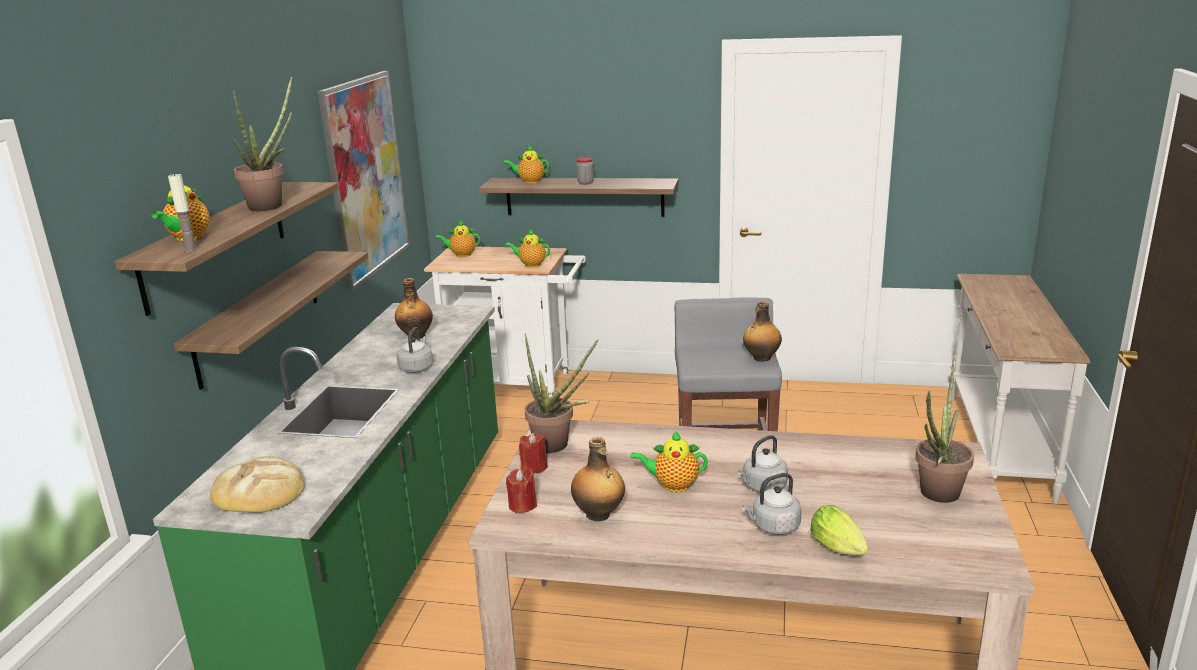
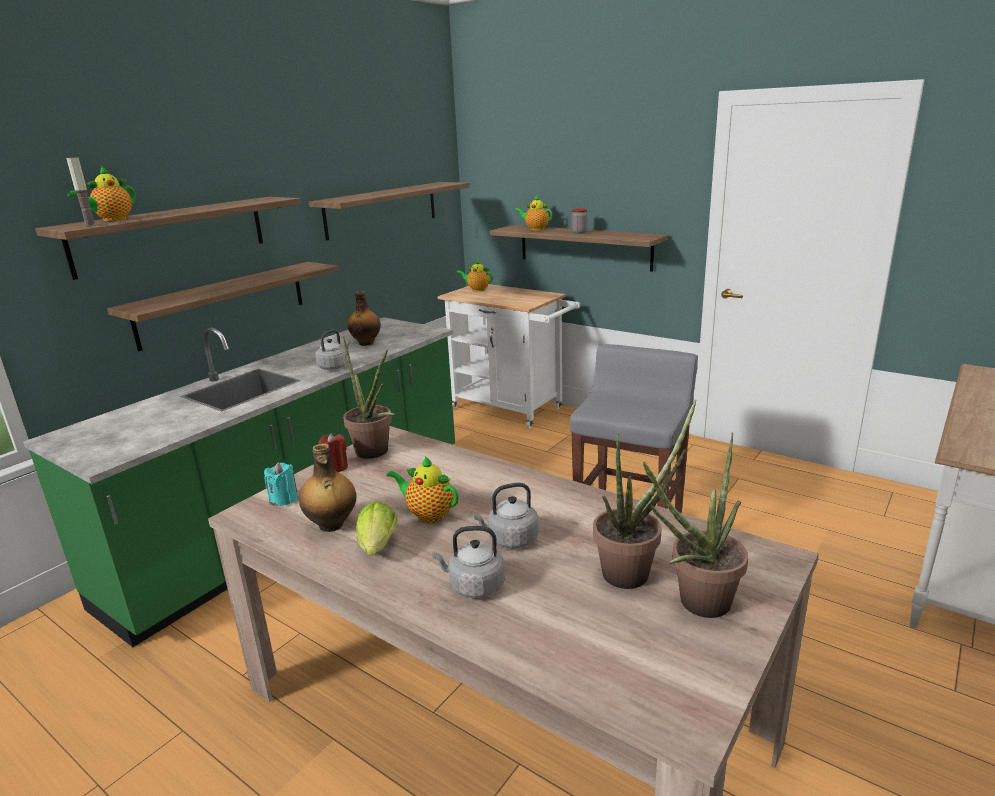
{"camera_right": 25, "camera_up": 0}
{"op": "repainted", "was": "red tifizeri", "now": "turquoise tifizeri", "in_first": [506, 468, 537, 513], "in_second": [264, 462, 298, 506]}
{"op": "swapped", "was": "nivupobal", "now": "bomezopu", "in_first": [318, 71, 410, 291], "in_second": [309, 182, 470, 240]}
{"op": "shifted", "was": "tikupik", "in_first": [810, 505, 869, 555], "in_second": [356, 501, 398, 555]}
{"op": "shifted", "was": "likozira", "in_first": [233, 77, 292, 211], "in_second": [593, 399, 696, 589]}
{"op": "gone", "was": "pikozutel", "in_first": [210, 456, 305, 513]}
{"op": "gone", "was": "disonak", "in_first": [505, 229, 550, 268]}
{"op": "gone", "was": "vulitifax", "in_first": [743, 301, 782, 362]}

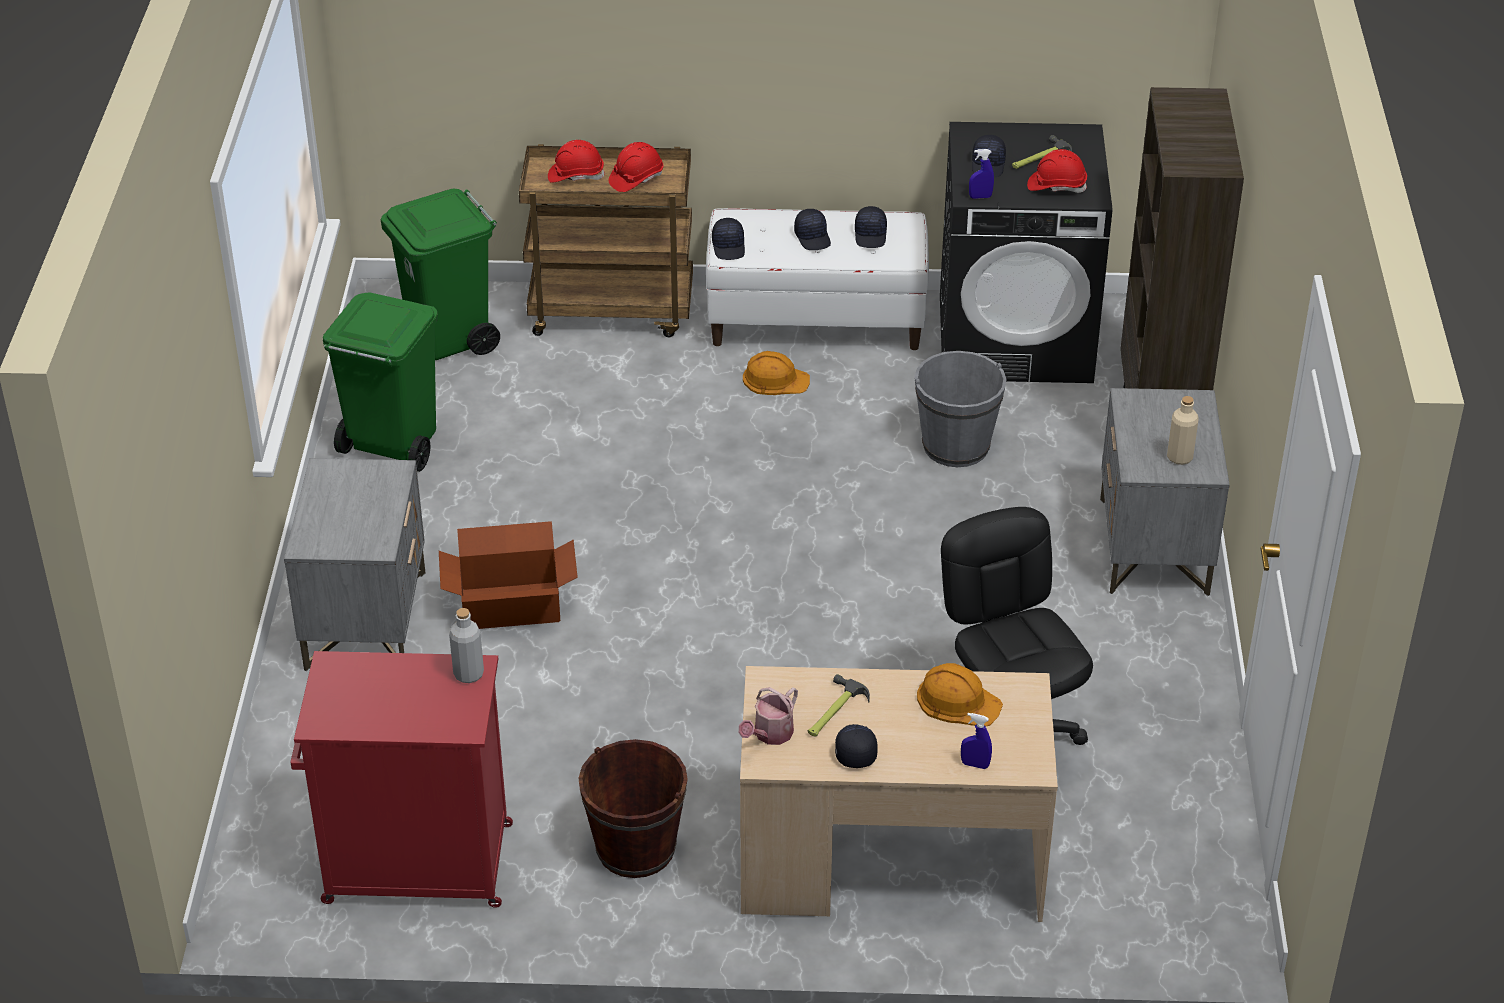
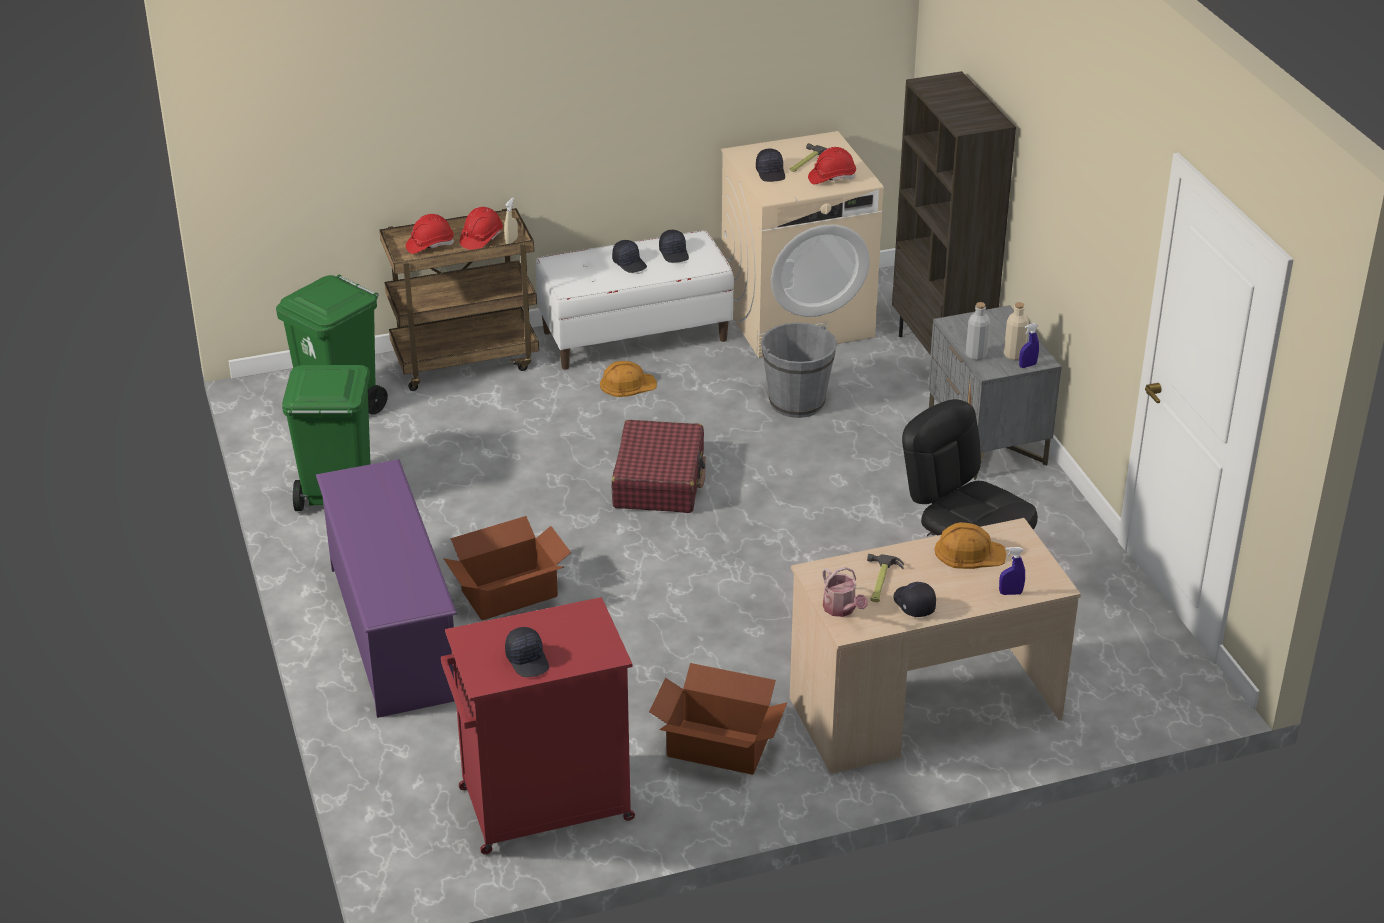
{"camera_right": -20, "camera_up": -5}
{"op": "swapped", "was": "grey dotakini", "now": "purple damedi", "in_first": [284, 458, 426, 671], "in_second": [316, 459, 457, 718]}
{"op": "new", "now": "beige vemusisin", "in_second": [504, 198, 518, 244]}
{"op": "shifted", "was": "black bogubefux", "in_first": [712, 218, 745, 260], "in_second": [505, 627, 549, 677]}
{"op": "new", "now": "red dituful", "in_second": [612, 420, 706, 513]}
{"op": "swapped", "was": "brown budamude", "now": "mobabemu", "in_first": [578, 739, 688, 878], "in_second": [649, 663, 787, 775]}
{"op": "repainted", "was": "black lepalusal", "now": "beige lepalusal", "in_first": [940, 122, 1113, 383], "in_second": [721, 131, 884, 358]}
{"op": "rotated", "was": "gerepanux", "in_first": [739, 687, 798, 745], "in_second": [823, 567, 868, 617], "clockwise": -45}
{"op": "shifted", "was": "grey vulitifax", "in_first": [449, 608, 484, 683], "in_second": [966, 302, 990, 360]}
{"op": "shifted", "was": "blue vemusisin", "in_first": [969, 149, 994, 199], "in_second": [1019, 323, 1039, 368]}

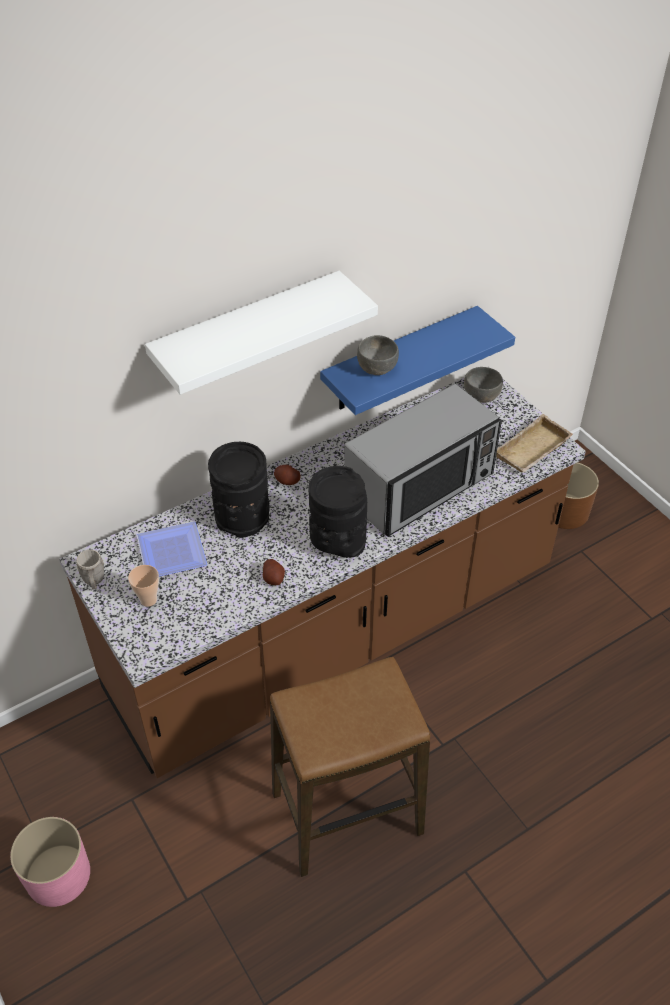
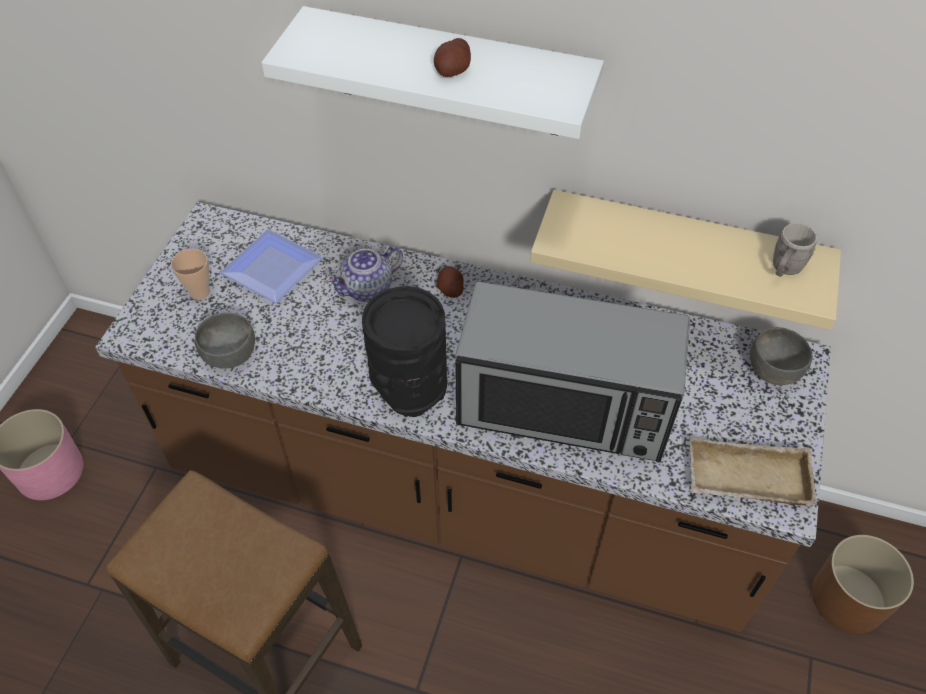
{"camera_right": 50, "camera_up": 5}
{"op": "shifted", "was": "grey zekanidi", "in_first": [357, 335, 399, 375], "in_second": [195, 312, 255, 368]}
{"op": "swapped", "was": "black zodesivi", "now": "disonak", "in_first": [208, 442, 270, 538], "in_second": [326, 246, 403, 301]}
{"op": "shifted", "was": "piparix", "in_first": [263, 559, 285, 585], "in_second": [434, 38, 471, 77]}
{"op": "repainted", "was": "blue bomezopu", "now": "beige bomezopu", "in_first": [320, 306, 515, 415], "in_second": [530, 189, 841, 330]}
{"op": "shifted", "was": "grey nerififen", "in_first": [77, 550, 104, 590], "in_second": [773, 223, 817, 277]}

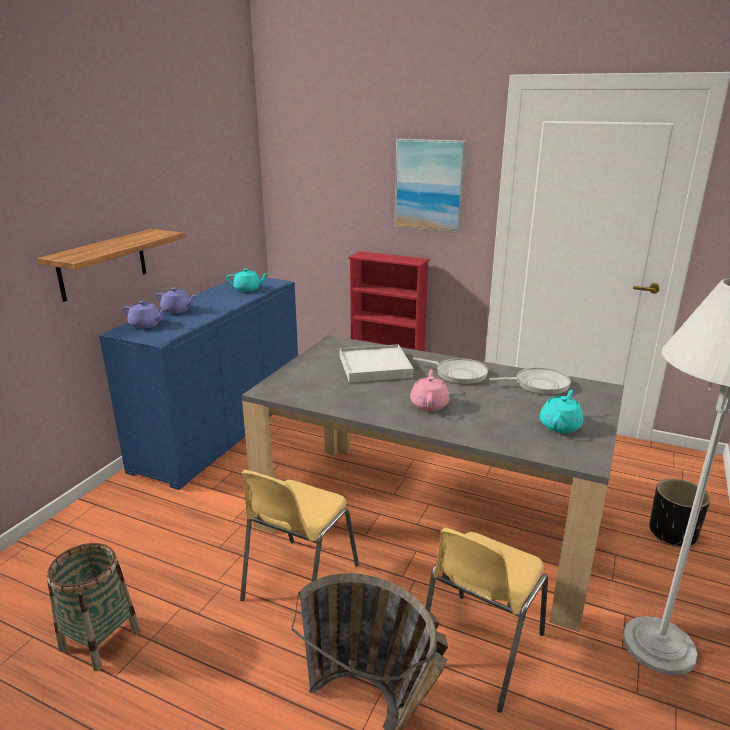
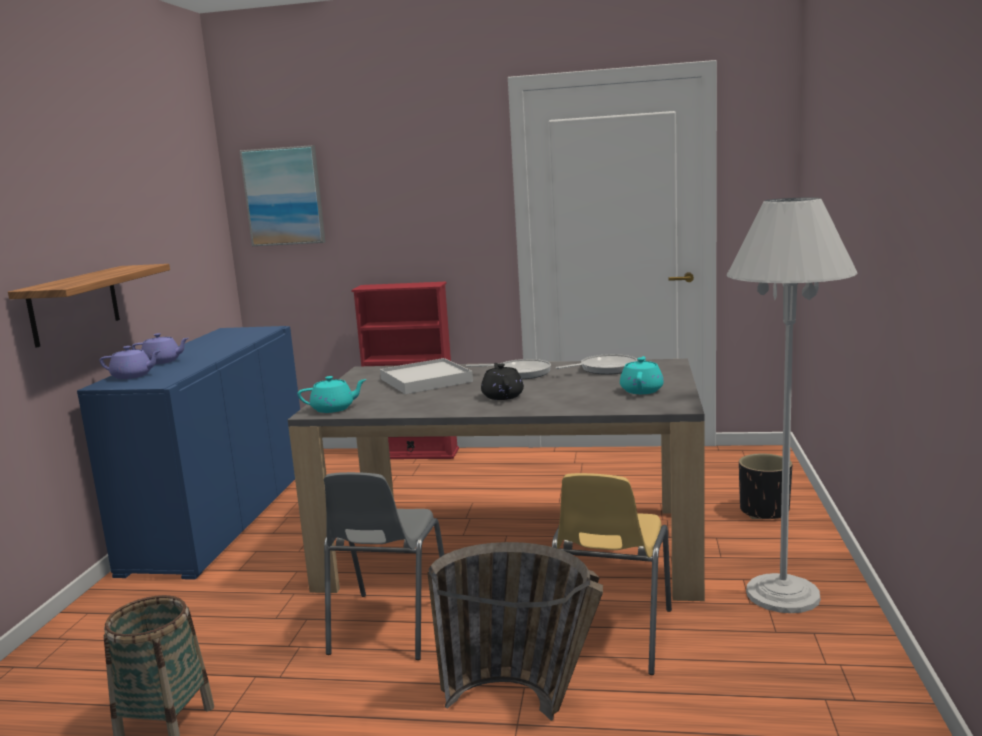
{"camera_right": -15, "camera_up": -10}
{"op": "shifted", "was": "nivupobal", "in_first": [394, 138, 467, 233], "in_second": [239, 145, 325, 246]}
{"op": "shifted", "was": "turquoise disonak", "in_first": [226, 268, 269, 292], "in_second": [298, 376, 367, 413]}
{"op": "repainted", "was": "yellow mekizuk", "now": "grey mekizuk", "in_first": [240, 470, 359, 601], "in_second": [324, 472, 444, 660]}
{"op": "repainted", "was": "pink disonak", "now": "black disonak", "in_first": [410, 369, 450, 411], "in_second": [481, 363, 524, 400]}

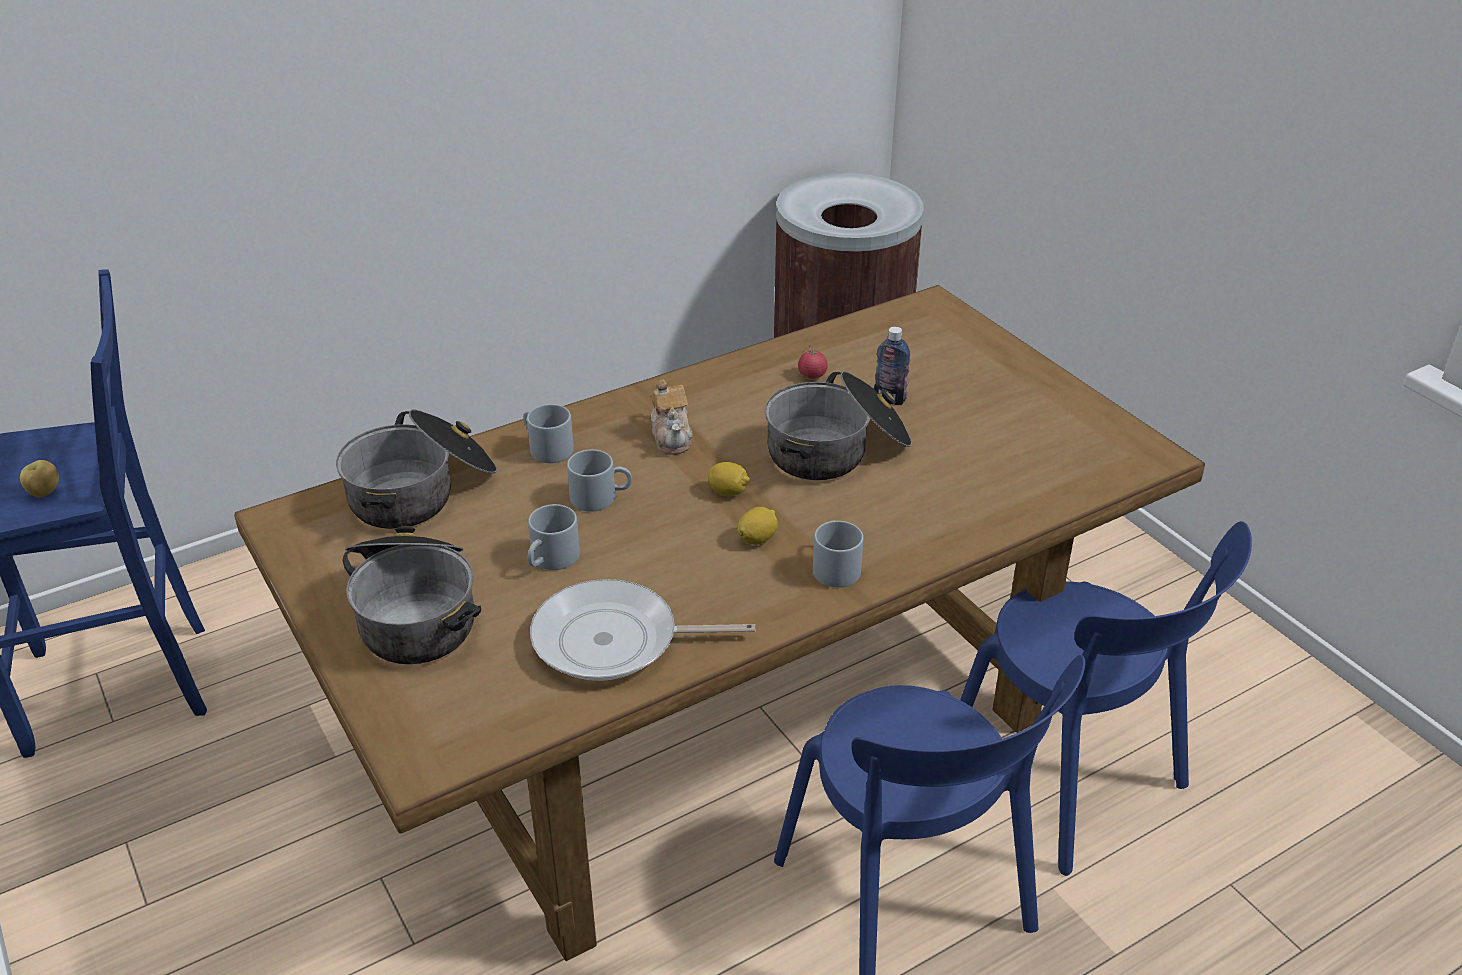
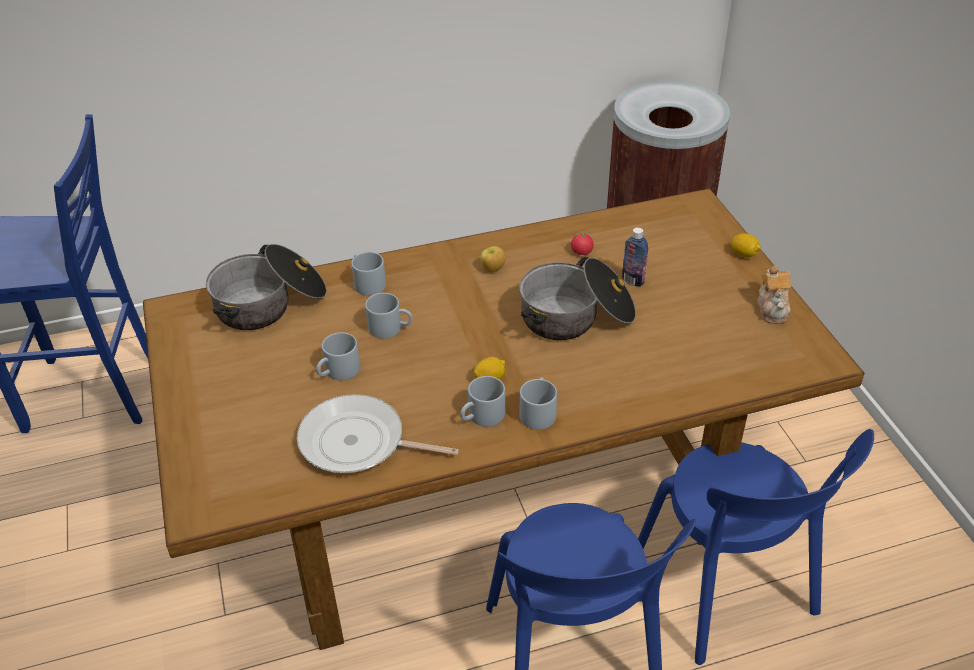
{"camera_right": 15, "camera_up": 5}
{"op": "new", "now": "grey nerififen", "in_second": [460, 376, 505, 427]}
{"op": "shifted", "was": "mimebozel", "in_first": [20, 460, 59, 497], "in_second": [481, 246, 506, 273]}
{"op": "shifted", "was": "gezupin", "in_first": [708, 462, 750, 496], "in_second": [732, 234, 761, 257]}
{"op": "shifted", "was": "disonak", "in_first": [650, 379, 693, 455], "in_second": [757, 266, 791, 324]}
{"op": "gone", "was": "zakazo", "in_first": [343, 526, 481, 664]}

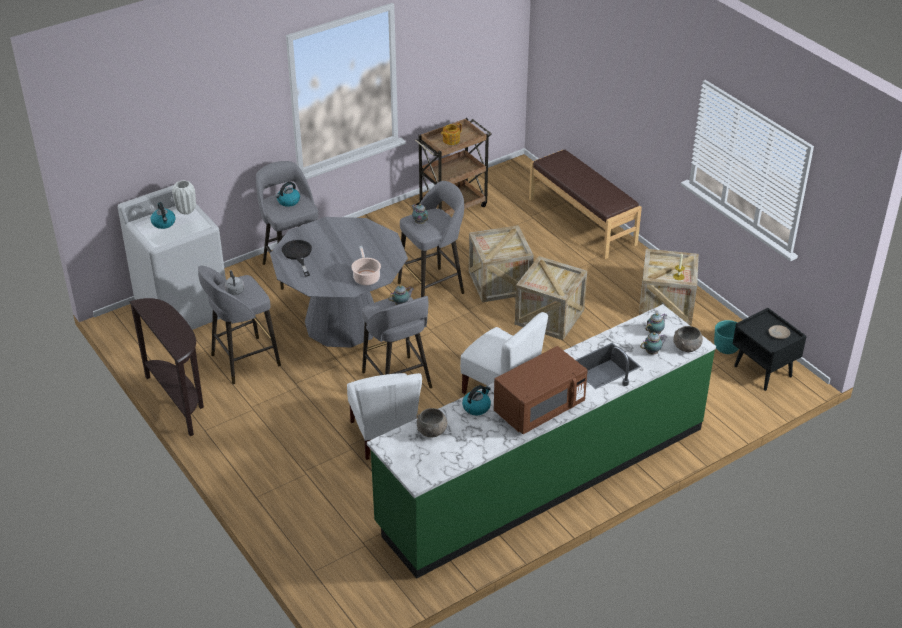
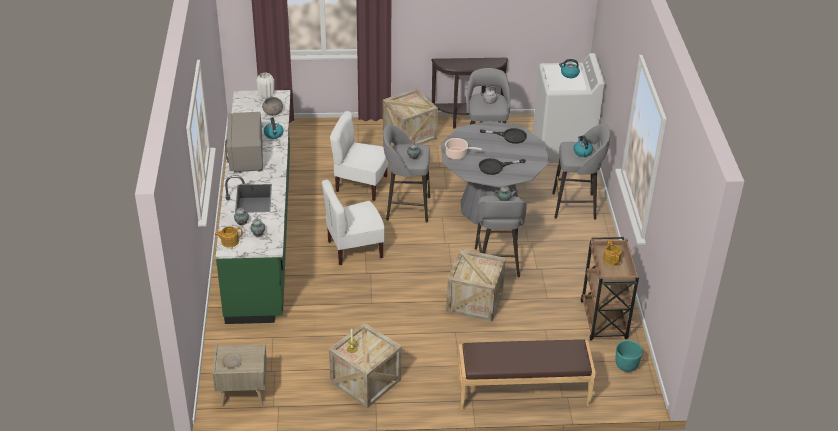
{"camera_right": 120, "camera_up": 0}
{"op": "repainted", "was": "black dotakini", "now": "beige dotakini", "in_first": [733, 308, 807, 391], "in_second": [213, 343, 267, 407]}
{"op": "swapped", "was": "grey zekanidi", "now": "disonak", "in_first": [673, 326, 703, 352], "in_second": [215, 226, 243, 247]}
{"op": "repainted", "was": "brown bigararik", "now": "grey bigararik", "in_first": [494, 346, 588, 434], "in_second": [225, 112, 263, 173]}
{"op": "shifted", "was": "white zodesivi", "in_first": [172, 180, 196, 215], "in_second": [256, 73, 274, 99]}
{"op": "shifted", "was": "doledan", "in_first": [515, 256, 587, 340], "in_second": [383, 89, 438, 145]}
{"op": "new", "now": "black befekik", "in_second": [479, 158, 526, 175]}
{"op": "shifted", "was": "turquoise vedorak", "in_first": [714, 320, 738, 354], "in_second": [615, 340, 643, 372]}

